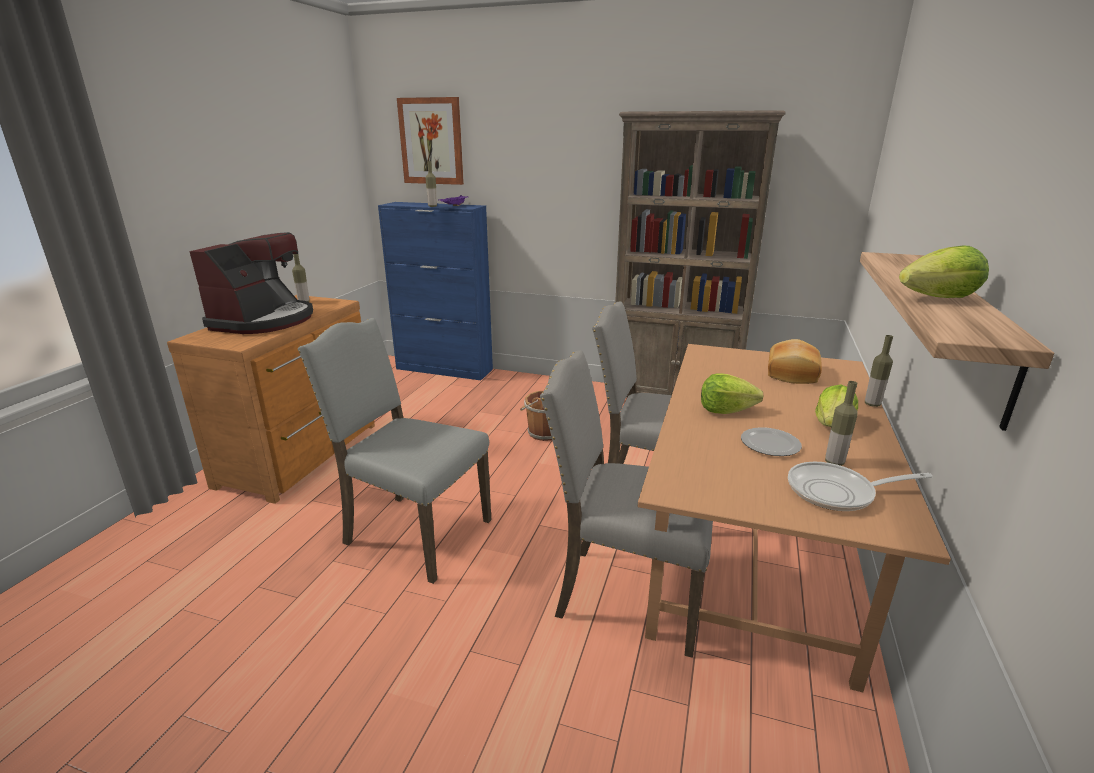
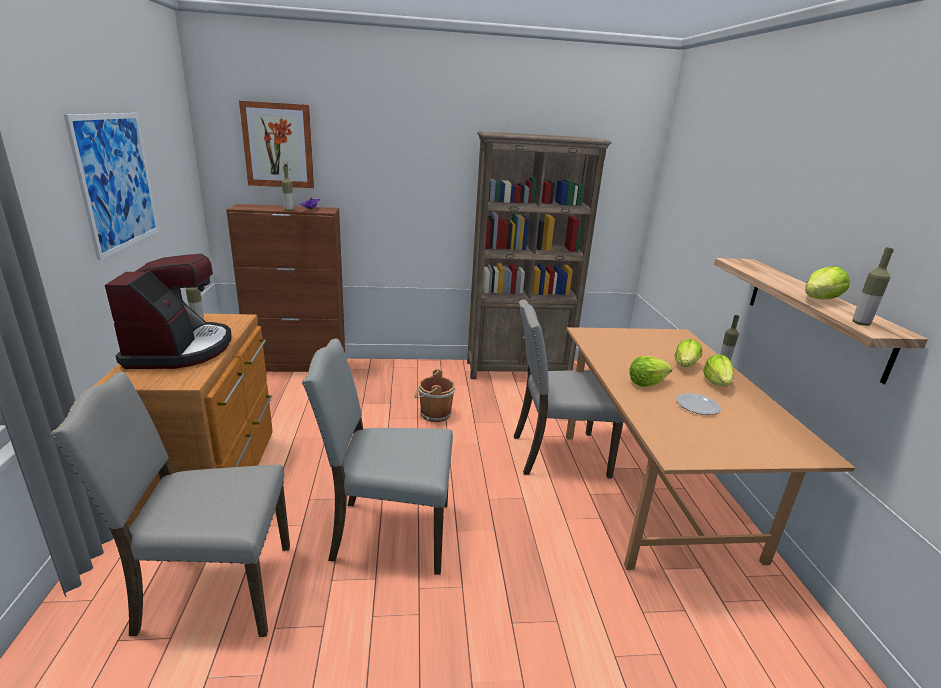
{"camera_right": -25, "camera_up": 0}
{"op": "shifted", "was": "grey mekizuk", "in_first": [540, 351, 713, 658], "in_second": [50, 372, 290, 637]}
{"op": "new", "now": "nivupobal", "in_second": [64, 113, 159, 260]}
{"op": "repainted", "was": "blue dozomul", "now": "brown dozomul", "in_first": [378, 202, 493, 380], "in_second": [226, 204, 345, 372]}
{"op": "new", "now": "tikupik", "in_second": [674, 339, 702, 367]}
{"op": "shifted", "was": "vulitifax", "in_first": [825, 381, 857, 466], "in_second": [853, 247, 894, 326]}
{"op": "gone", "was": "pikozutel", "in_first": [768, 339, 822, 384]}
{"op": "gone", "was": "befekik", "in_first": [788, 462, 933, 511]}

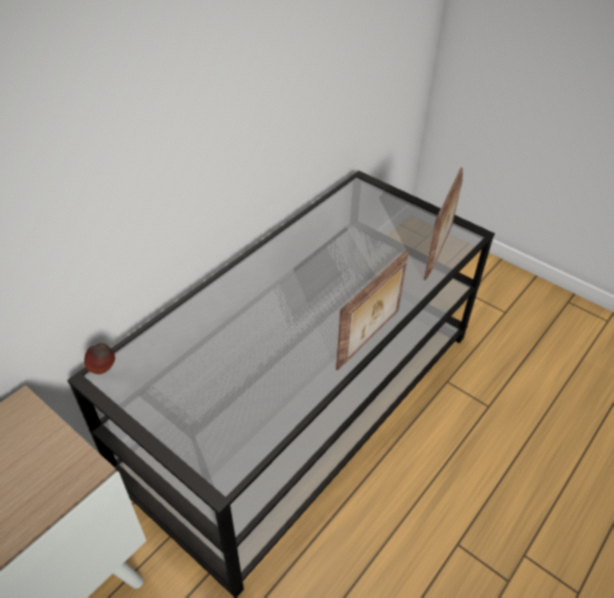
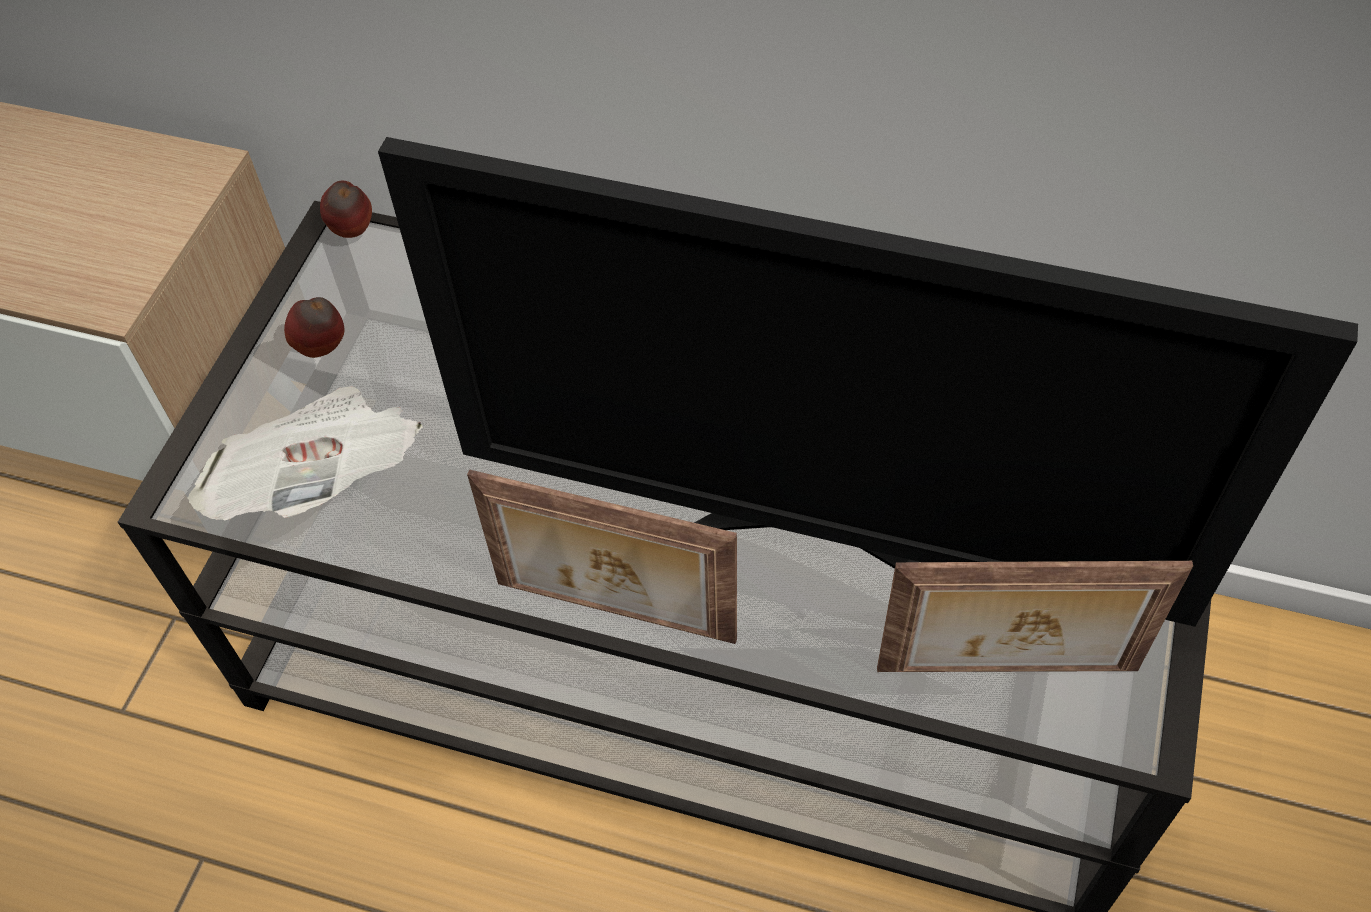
{"camera_right": 70, "camera_up": 10}
{"op": "new", "now": "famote", "in_second": [187, 386, 423, 520]}
{"op": "new", "now": "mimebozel", "in_second": [284, 297, 344, 358]}
{"op": "new", "now": "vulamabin", "in_second": [378, 137, 1358, 627]}

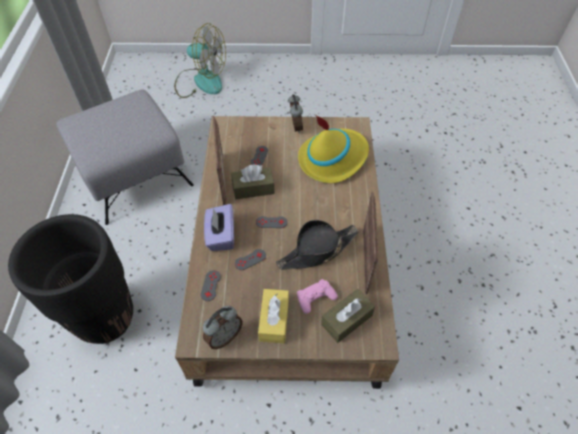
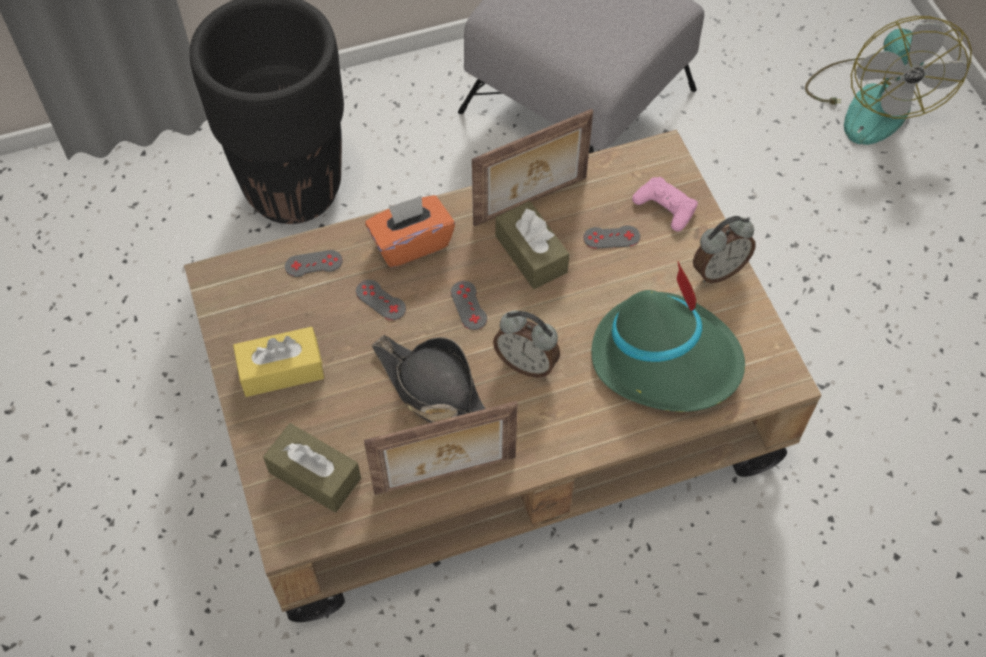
{"camera_right": 70, "camera_up": 5}
{"op": "repainted", "was": "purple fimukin", "now": "orange fimukin", "in_first": [204, 204, 234, 251], "in_second": [365, 195, 455, 268]}
{"op": "shifted", "was": "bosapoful", "in_first": [203, 306, 243, 349], "in_second": [493, 311, 560, 378]}
{"op": "repainted", "was": "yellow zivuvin", "now": "green zivuvin", "in_first": [298, 115, 369, 183], "in_second": [591, 261, 745, 412]}
{"op": "shifted", "was": "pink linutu", "in_first": [297, 279, 338, 314], "in_second": [632, 177, 698, 232]}

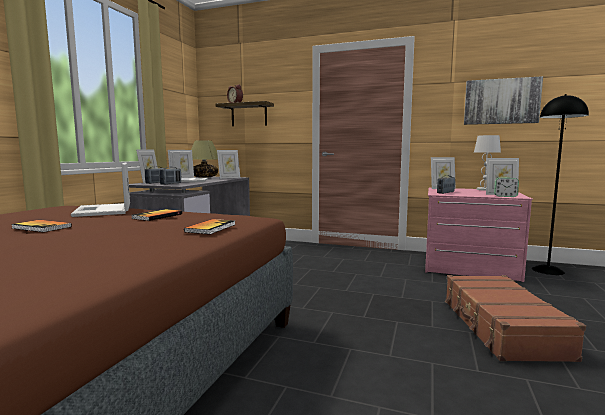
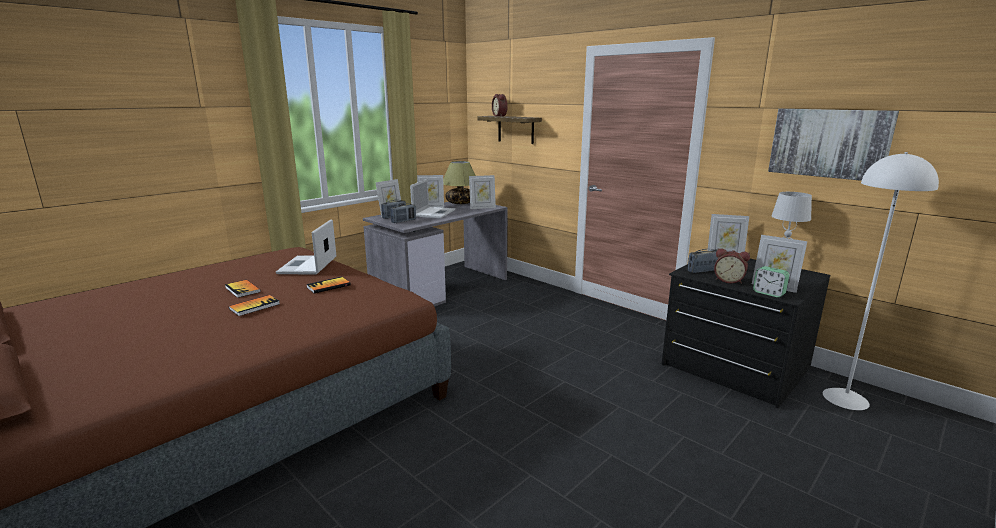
{"camera_right": 25, "camera_up": 10}
{"op": "shifted", "was": "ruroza", "in_first": [184, 219, 236, 234], "in_second": [229, 295, 280, 316]}
{"op": "repainted", "was": "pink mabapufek", "now": "black mabapufek", "in_first": [425, 188, 533, 282], "in_second": [661, 259, 831, 408]}
{"op": "new", "now": "bosapoful", "in_second": [714, 248, 750, 284]}
{"op": "repainted", "was": "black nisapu", "now": "white nisapu", "in_first": [532, 94, 589, 275], "in_second": [823, 152, 939, 410]}
{"op": "gone", "was": "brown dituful", "in_first": [445, 275, 586, 362]}

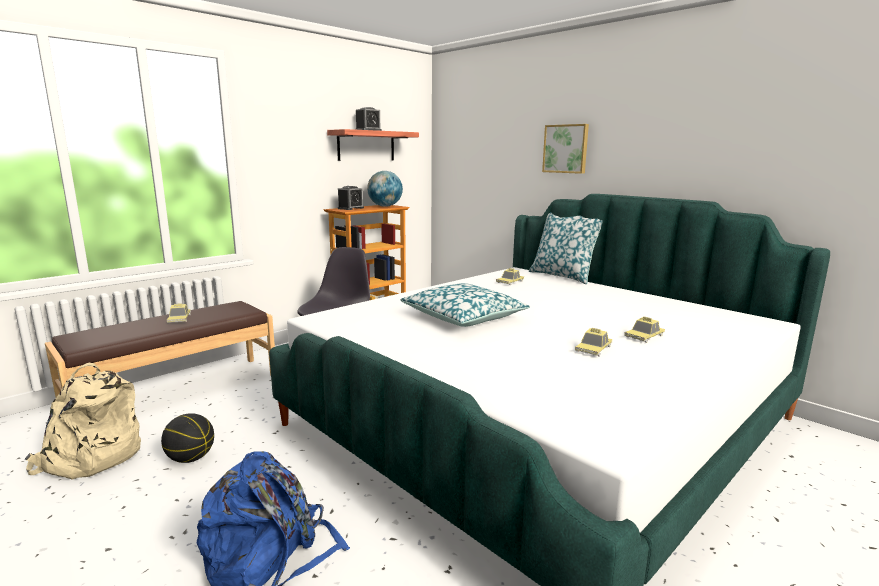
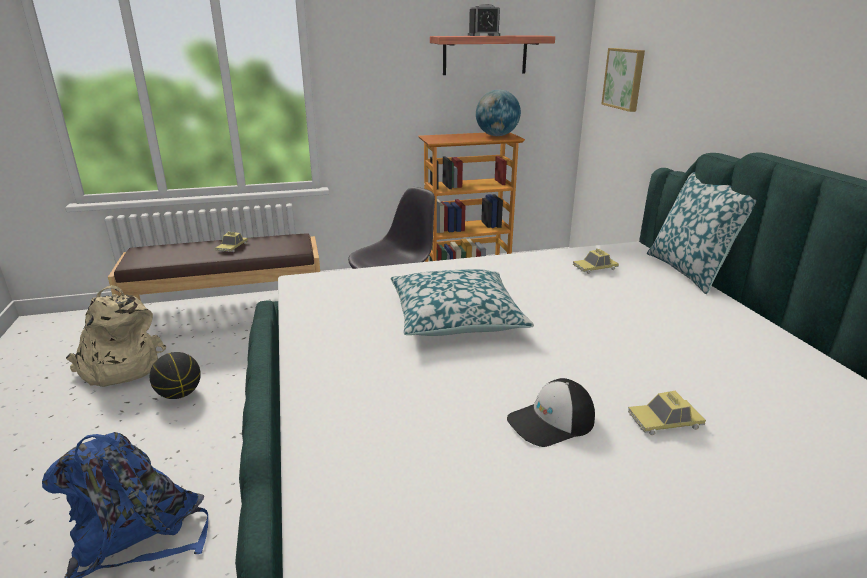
{"camera_right": 30, "camera_up": 10}
{"op": "swapped", "was": "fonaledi", "now": "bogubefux", "in_first": [575, 328, 612, 357], "in_second": [507, 378, 595, 447]}
{"op": "shifted", "was": "nivupobal", "in_first": [542, 124, 589, 174], "in_second": [601, 48, 645, 112]}
{"op": "gone", "was": "bosapoful", "in_first": [338, 186, 364, 210]}

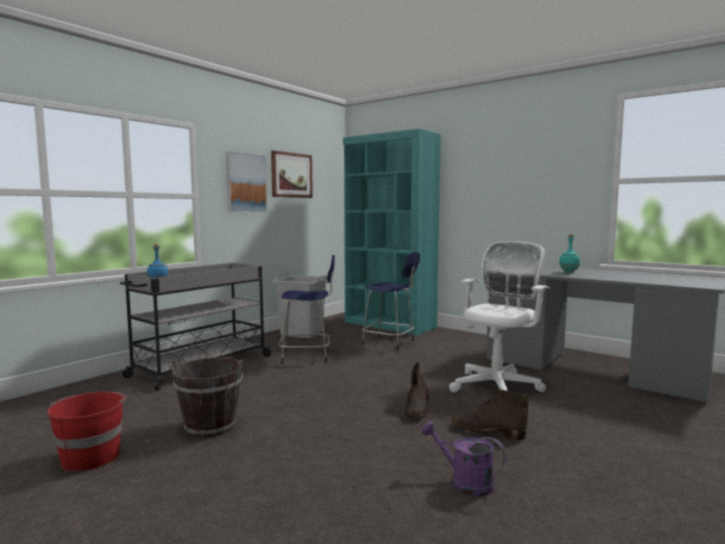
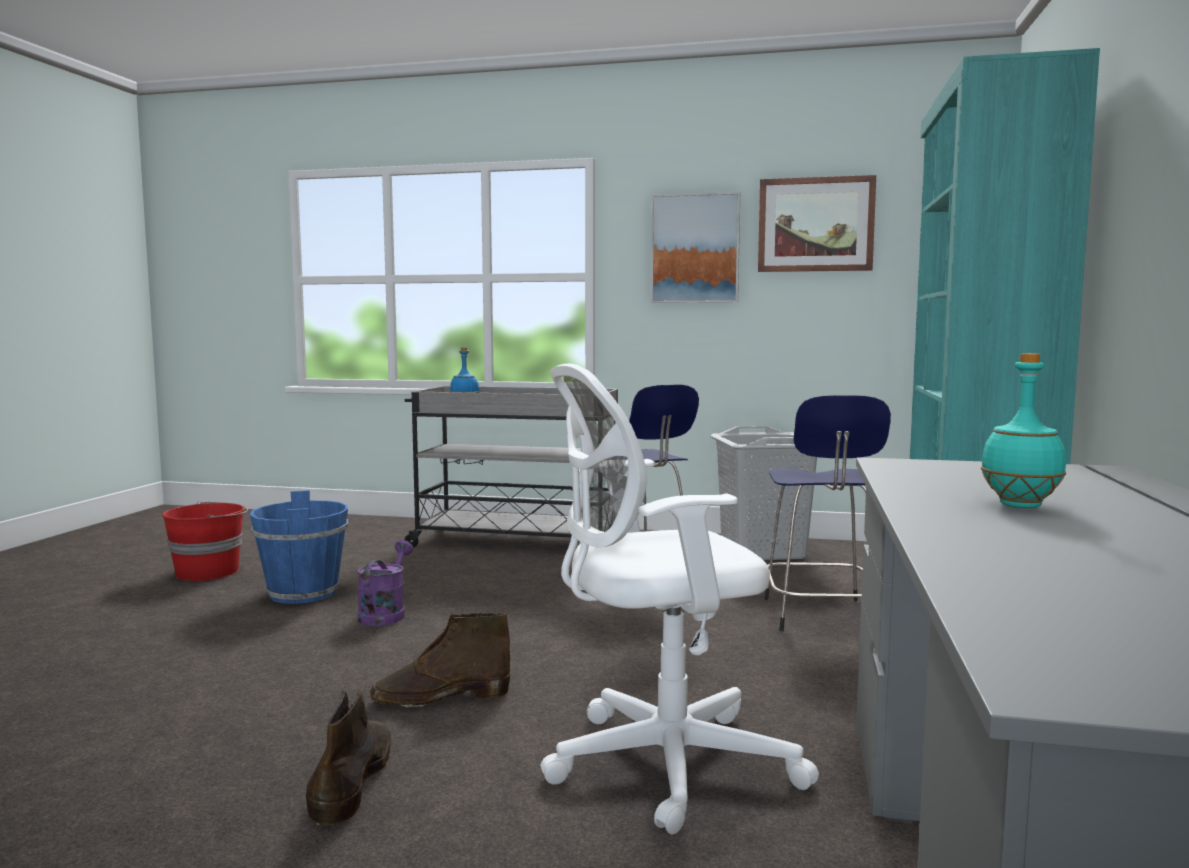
{"camera_right": 65, "camera_up": 0}
{"op": "repainted", "was": "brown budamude", "now": "blue budamude", "in_first": [172, 357, 243, 437], "in_second": [250, 490, 348, 604]}
{"op": "shifted", "was": "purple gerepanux", "in_first": [421, 421, 506, 497], "in_second": [358, 540, 413, 626]}
{"op": "rotated", "was": "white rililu", "in_first": [449, 241, 550, 393], "in_second": [540, 364, 819, 835], "clockwise": 150}

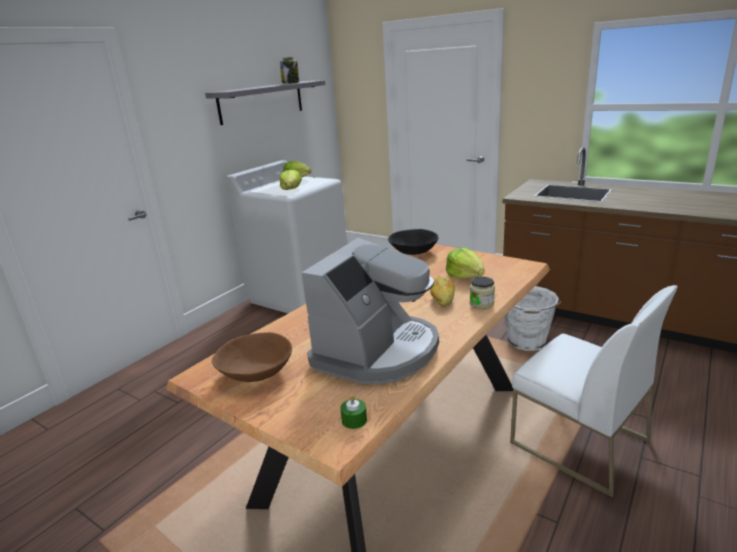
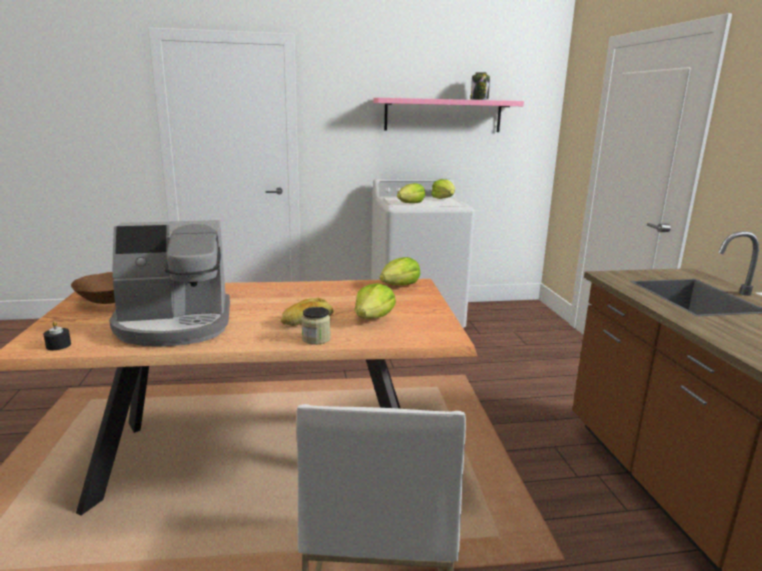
{"camera_right": 45, "camera_up": -5}
{"op": "repainted", "was": "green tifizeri", "now": "black tifizeri", "in_first": [340, 395, 367, 429], "in_second": [43, 321, 71, 350]}
{"op": "repainted", "was": "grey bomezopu", "now": "pink bomezopu", "in_first": [205, 80, 325, 125], "in_second": [373, 98, 524, 132]}
{"op": "swapped", "was": "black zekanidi", "now": "tikupik", "in_first": [388, 229, 439, 255], "in_second": [380, 257, 420, 286]}
{"op": "gone", "was": "white budamude", "in_first": [505, 286, 561, 351]}

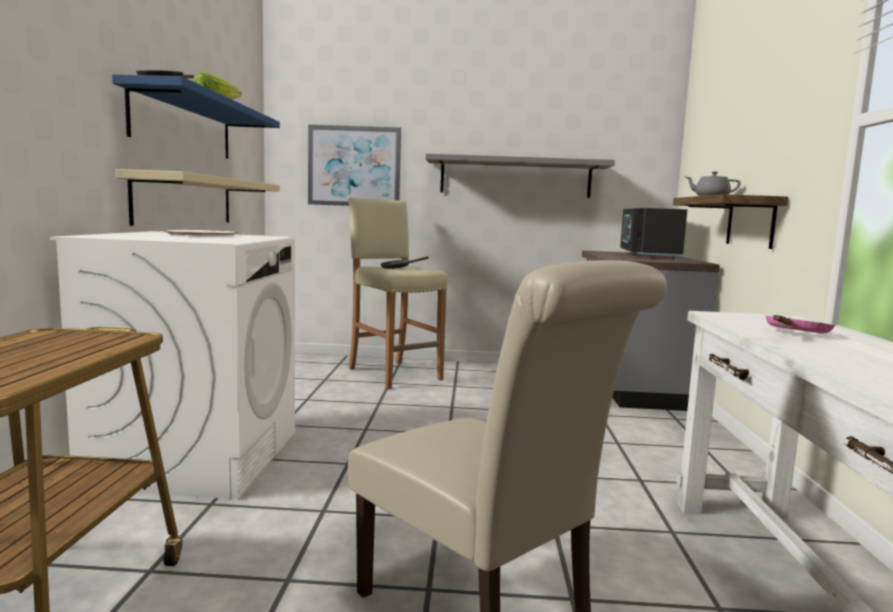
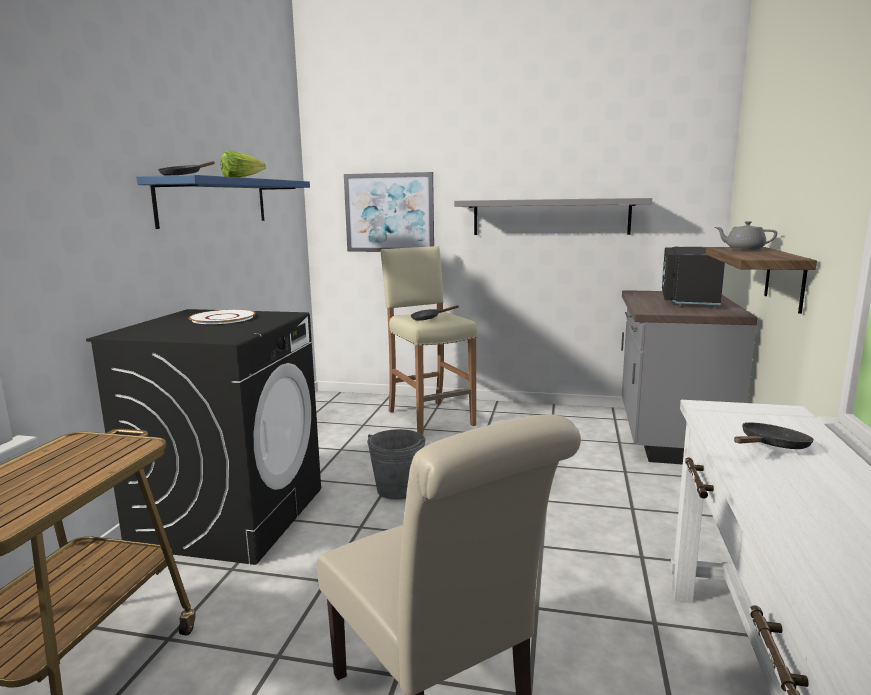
{"camera_right": 10, "camera_up": 5}
{"op": "repainted", "was": "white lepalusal", "now": "black lepalusal", "in_first": [50, 231, 295, 499], "in_second": [86, 309, 321, 565]}
{"op": "new", "now": "grey budamude", "in_second": [367, 429, 426, 500]}
{"op": "repainted", "was": "pink befekik", "now": "black befekik", "in_first": [766, 315, 835, 333], "in_second": [734, 422, 814, 449]}
{"op": "gone", "was": "beige bomezopu", "in_first": [115, 169, 280, 226]}

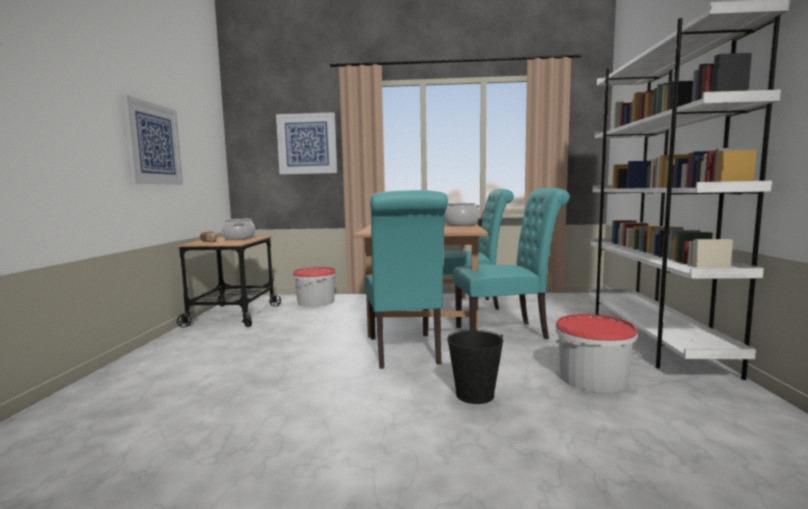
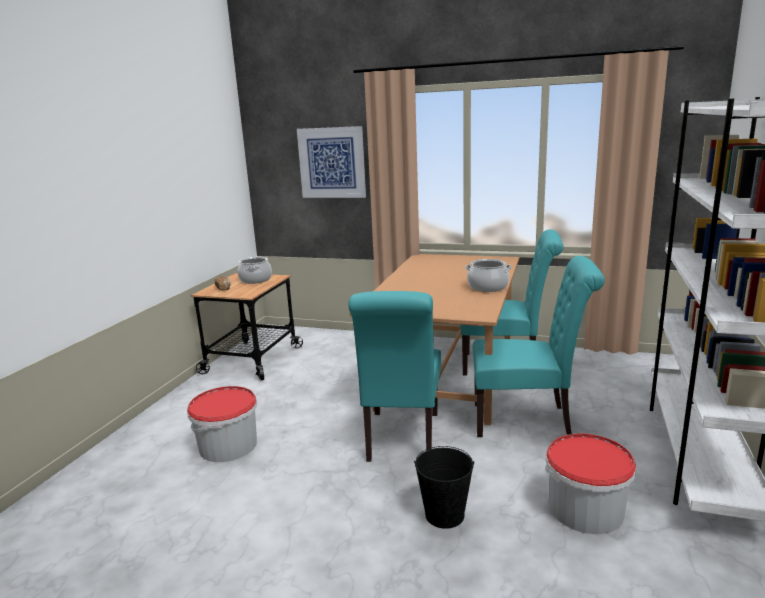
{"camera_right": 15, "camera_up": 10}
{"op": "shifted", "was": "budamude", "in_first": [293, 267, 336, 307], "in_second": [187, 386, 257, 462]}
{"op": "gone", "was": "nivupobal", "in_first": [123, 95, 183, 185]}

